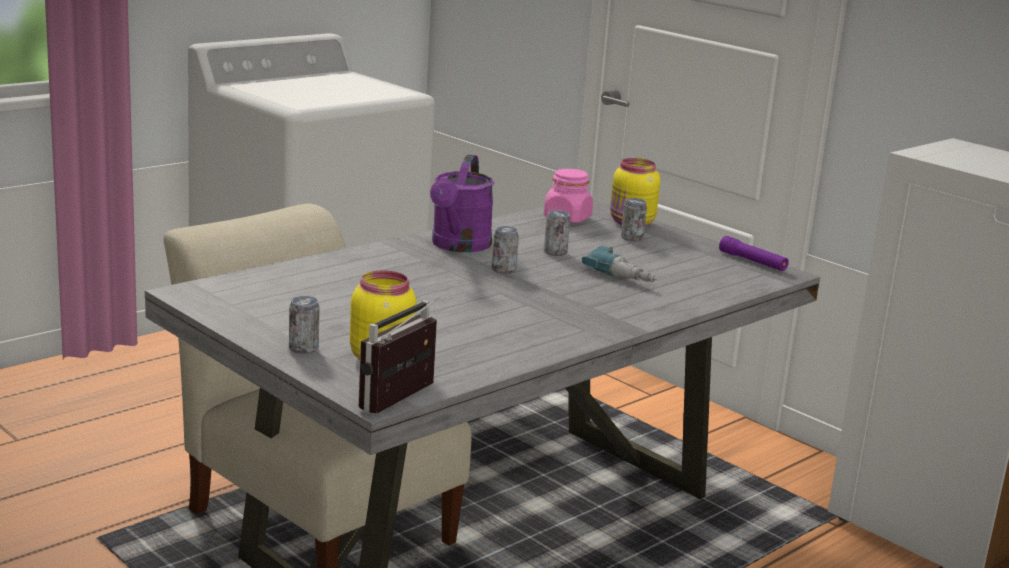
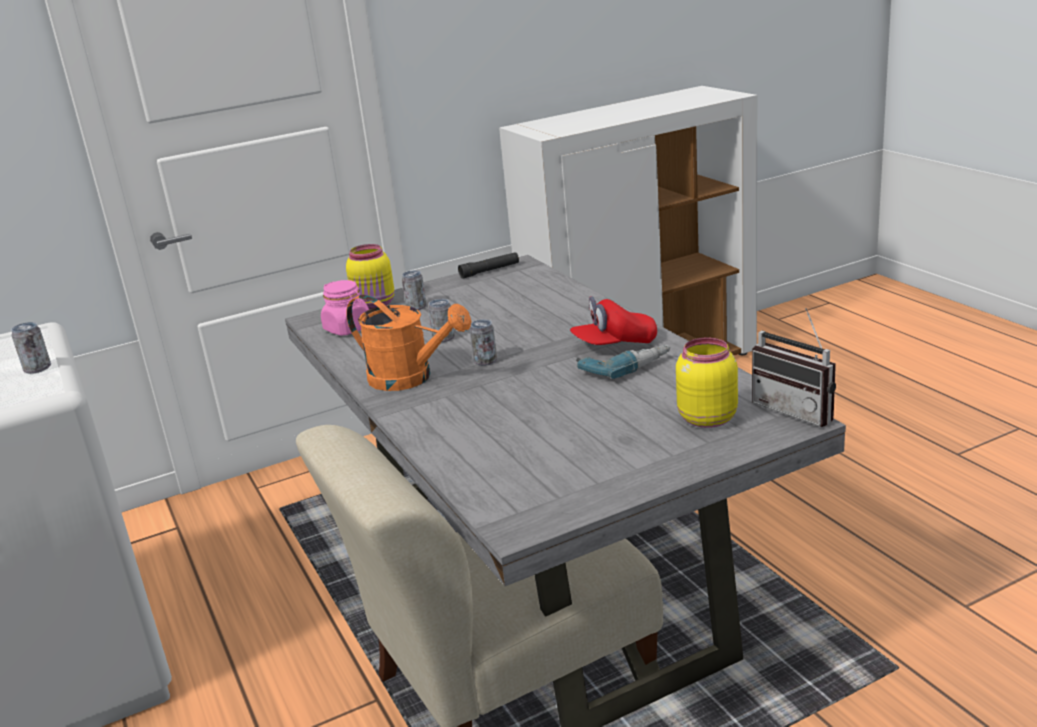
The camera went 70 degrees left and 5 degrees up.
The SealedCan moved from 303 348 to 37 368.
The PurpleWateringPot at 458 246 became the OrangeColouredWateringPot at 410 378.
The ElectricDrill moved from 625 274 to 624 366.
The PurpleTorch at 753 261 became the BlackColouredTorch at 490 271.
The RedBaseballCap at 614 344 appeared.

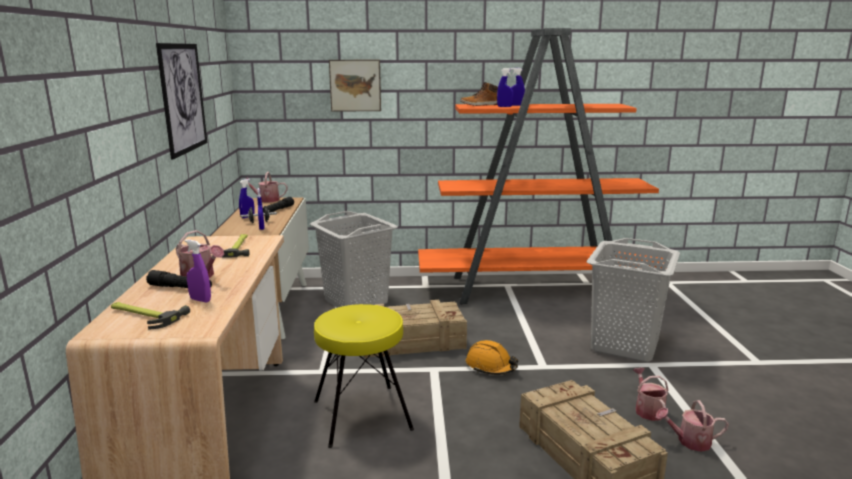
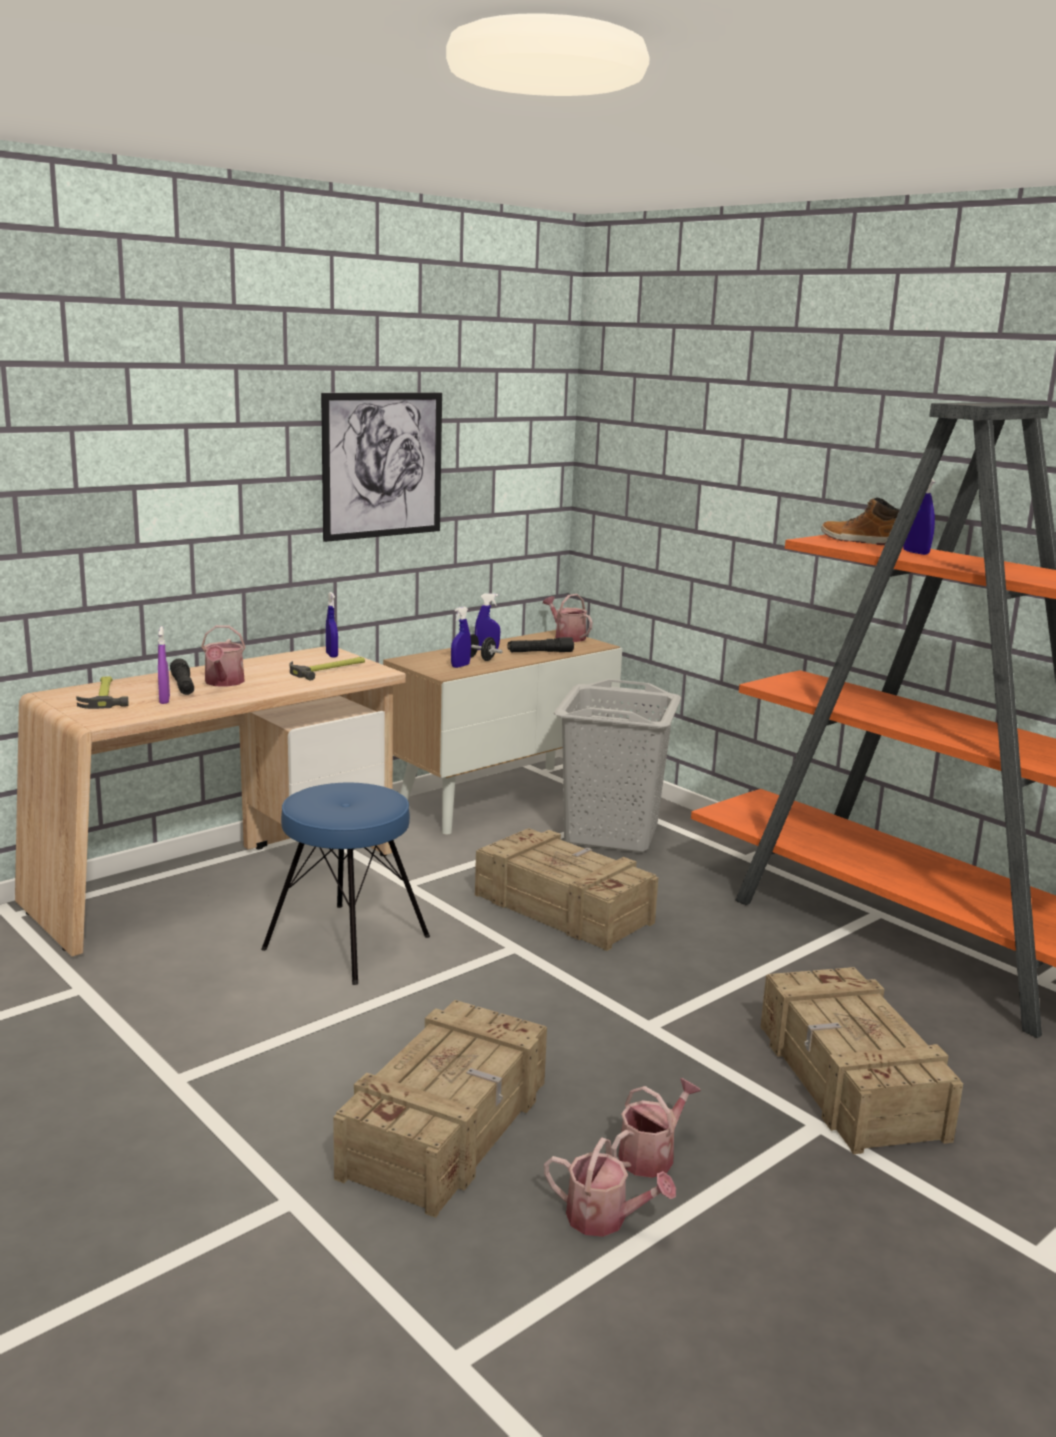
The camera went 50 degrees right and 0 degrees up.
The YellowColouredStoolSeat at 363 415 became the BlueColouredStoolSeat at 347 943.
The Picture at 355 85 disappeared.
The OrangeColouredWorkHelmet at 491 366 disappeared.
The BlueColouredSprayer moved from 504 106 to 332 655.
The GreyishHamper at 625 345 was replaced by the ShippingCrate at 848 1082.
The WateringPot at 689 441 turned 150 degrees clockwise.

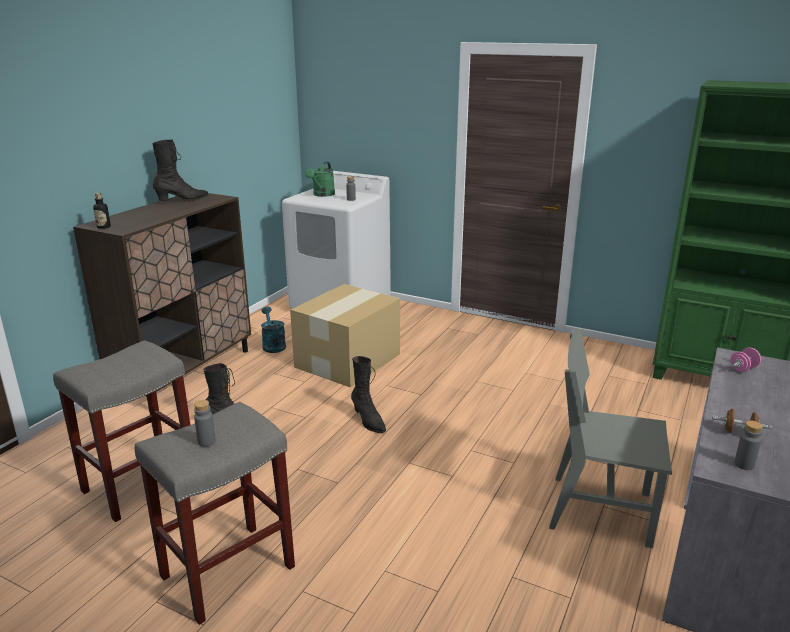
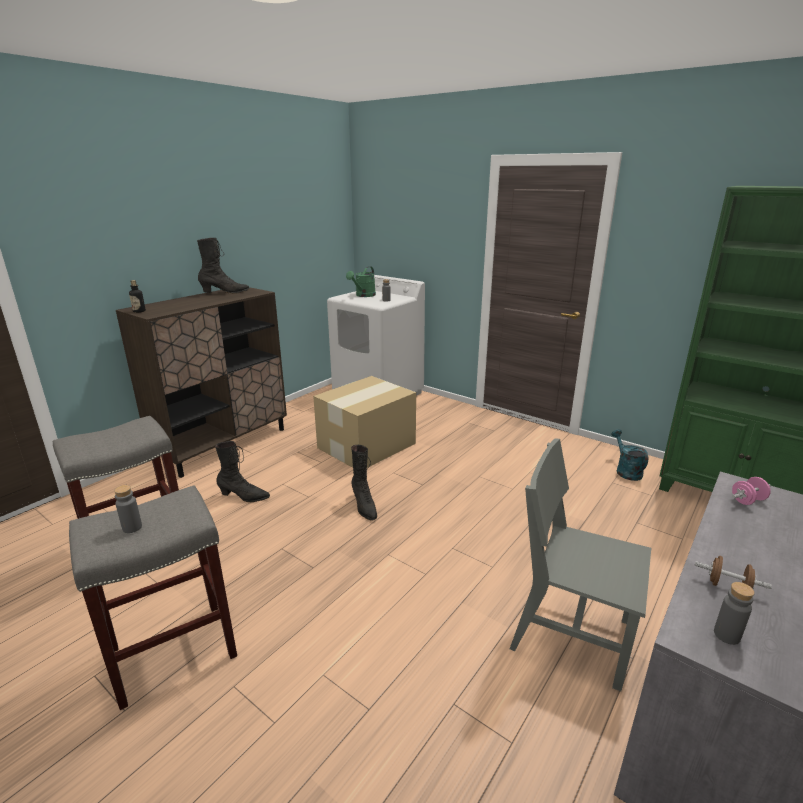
The camera went 10 degrees right and 0 degrees up.
The TurquoiseColouredWateringPot moved from 273 345 to 626 471.

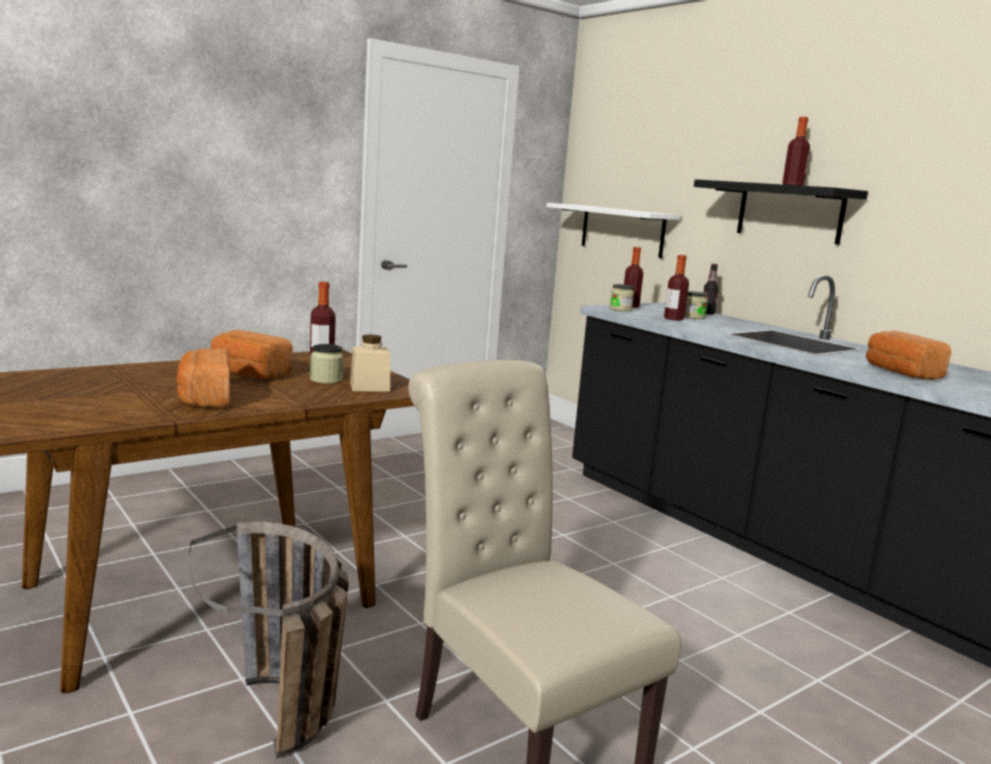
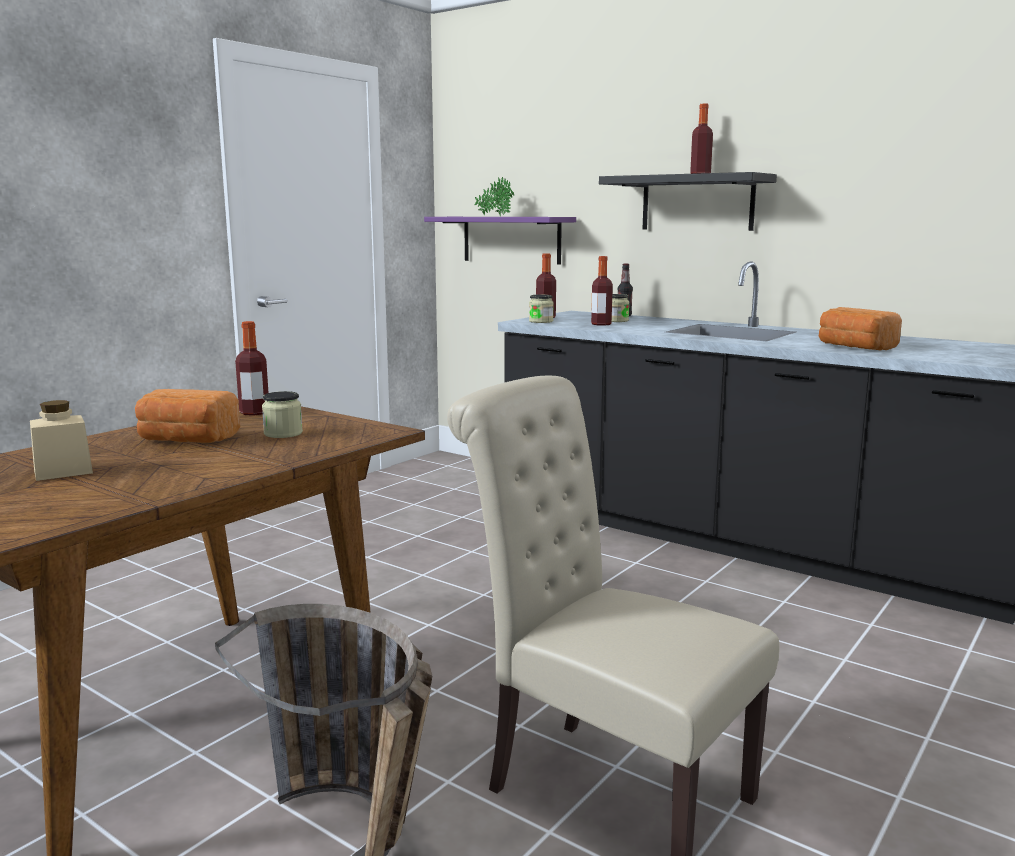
The camera went 15 degrees left and 0 degrees up.
The BakedBread at 204 398 disappeared.
The BeigeColouredJar moved from 369 387 to 63 472.
The WhitishWallShelf at 622 230 became the PurpleWallShelf at 511 239.
The Houseplant at 494 216 appeared.

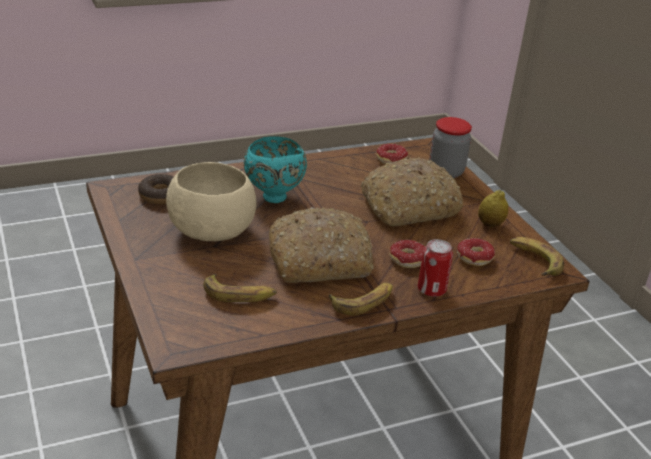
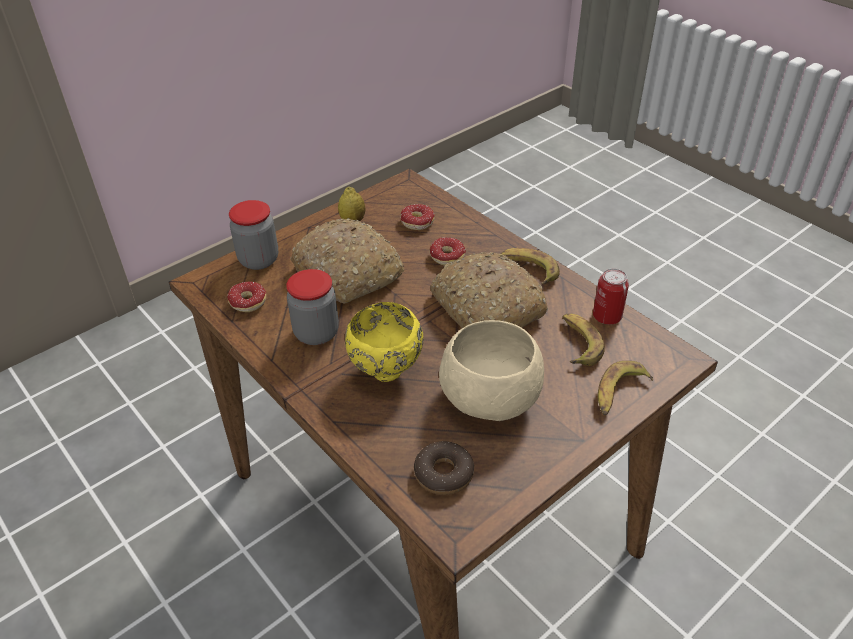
The camera went 105 degrees left and 10 degrees up.
The TurquoiseColouredServingBowl at 273 196 became the YellowColouredServingBowl at 385 373.
The SealedCan moved from 431 290 to 607 317.
The WholeBanana moved from 534 260 to 619 393.
The Jar at 316 333 appeared.

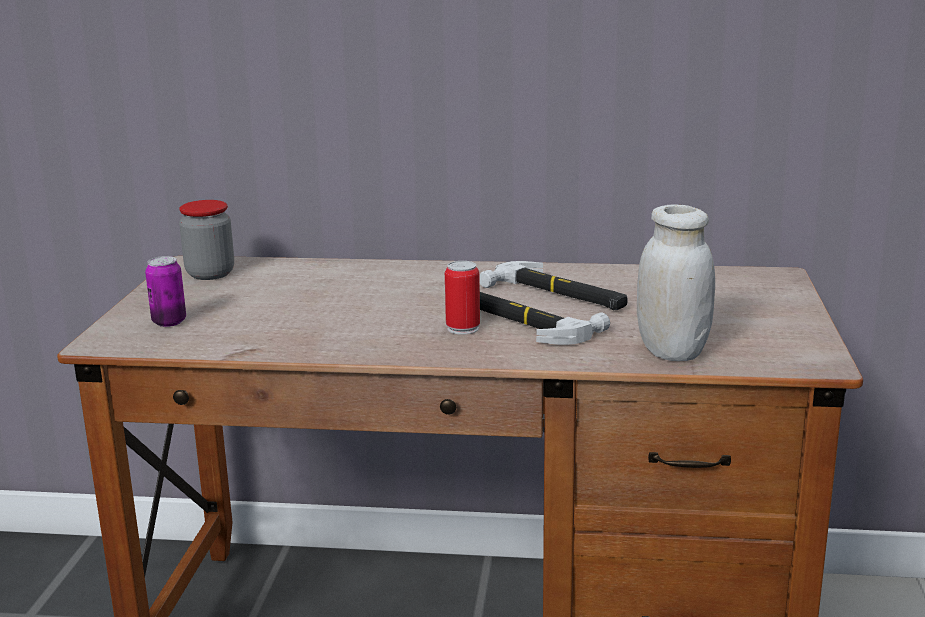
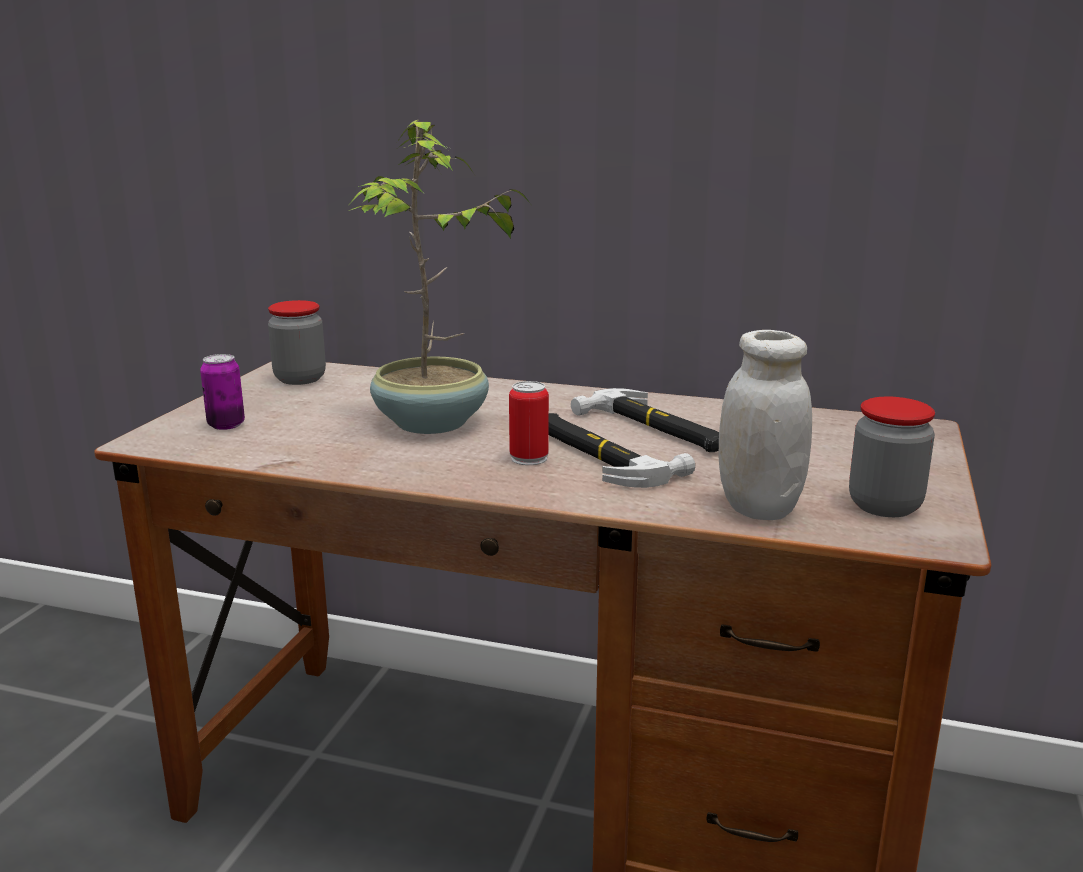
The camera went 10 degrees right and 0 degrees up.
The Houseplant at 432 424 appeared.
The Jar at 884 506 appeared.

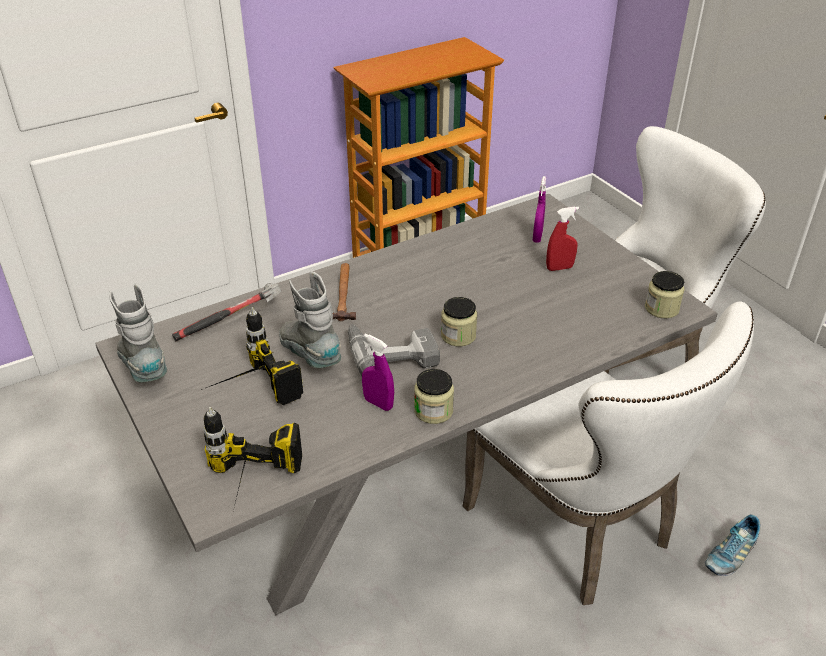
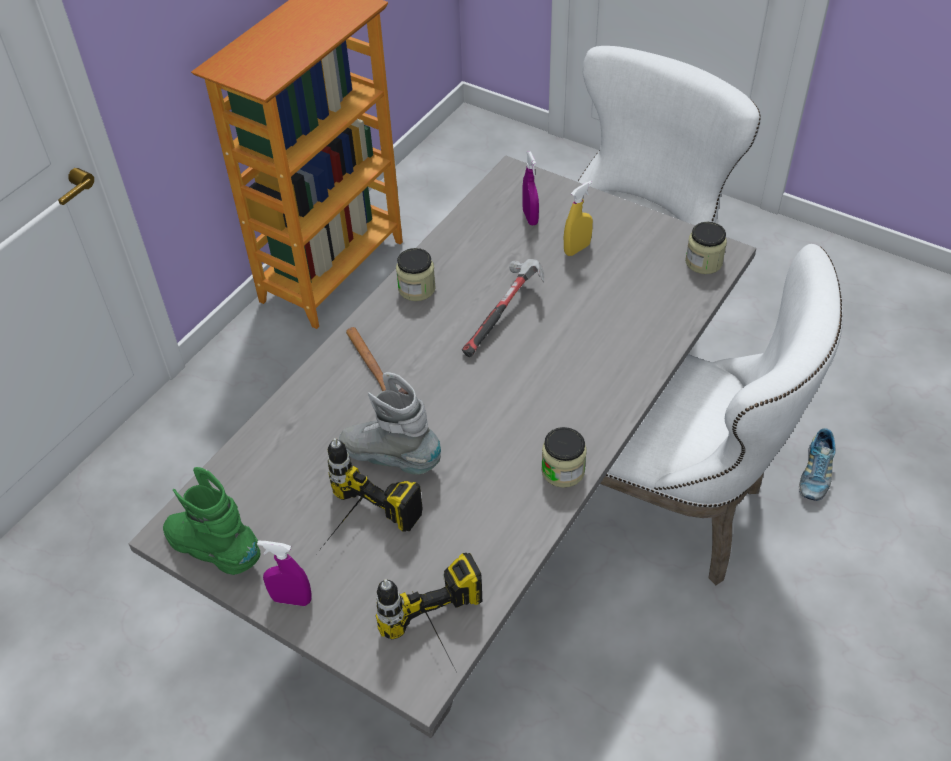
The camera went 25 degrees left and 10 degrees up.
The GreyishHighTopBoot at 145 368 became the GreenColouredHighTopBoot at 215 550.
The Hammer moved from 234 321 to 504 314.
The ElectricDrill at 391 353 disappeared.
The PurpleSprayer moved from 378 403 to 291 599.
The Jar moved from 458 336 to 416 288.
The RedSprayer at 559 268 became the YellowColouredSprayer at 577 249.

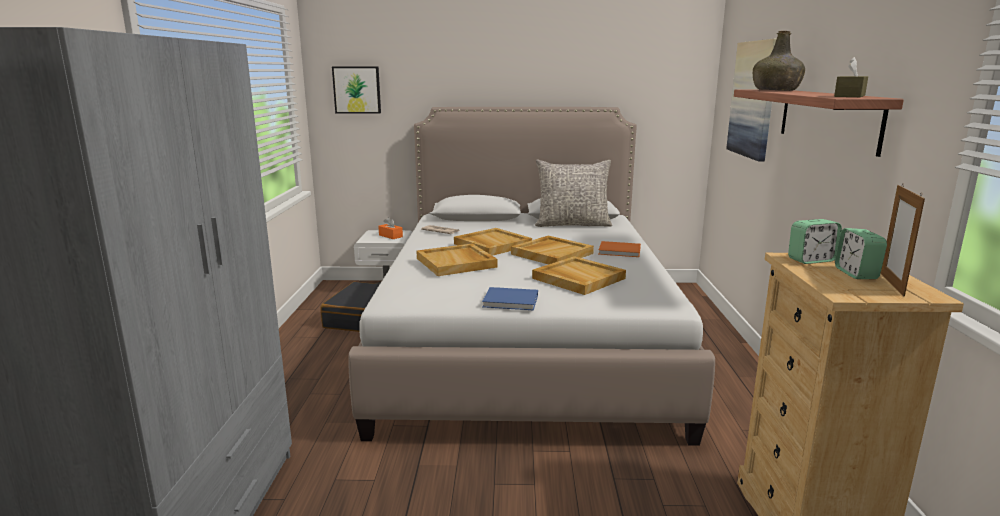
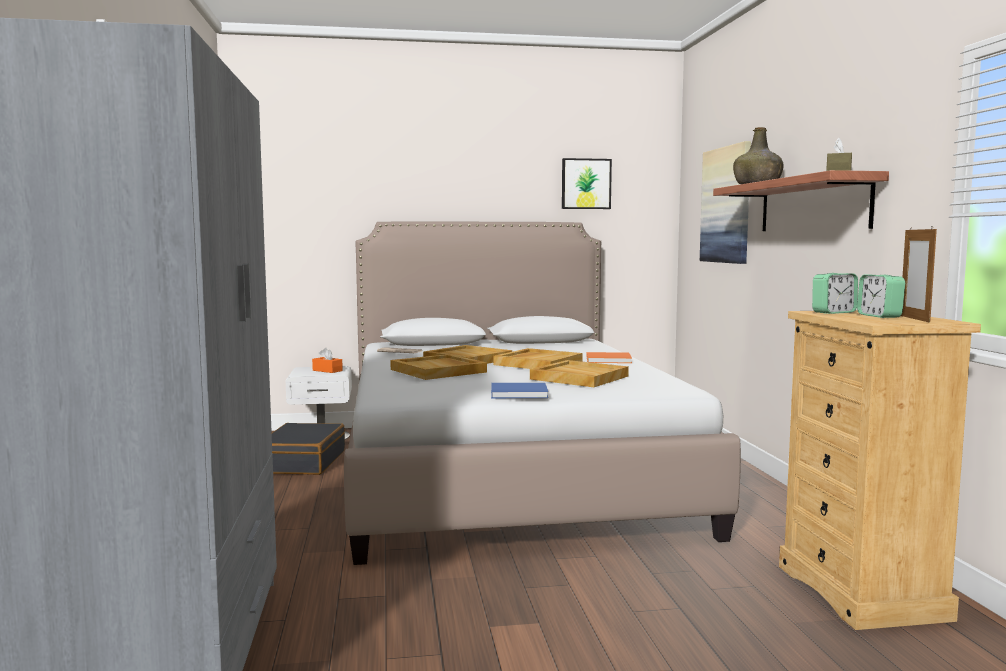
The camera went 10 degrees left and 10 degrees down.
The Picture moved from 357 90 to 586 184.
The GreyishCushion at 572 224 disappeared.

